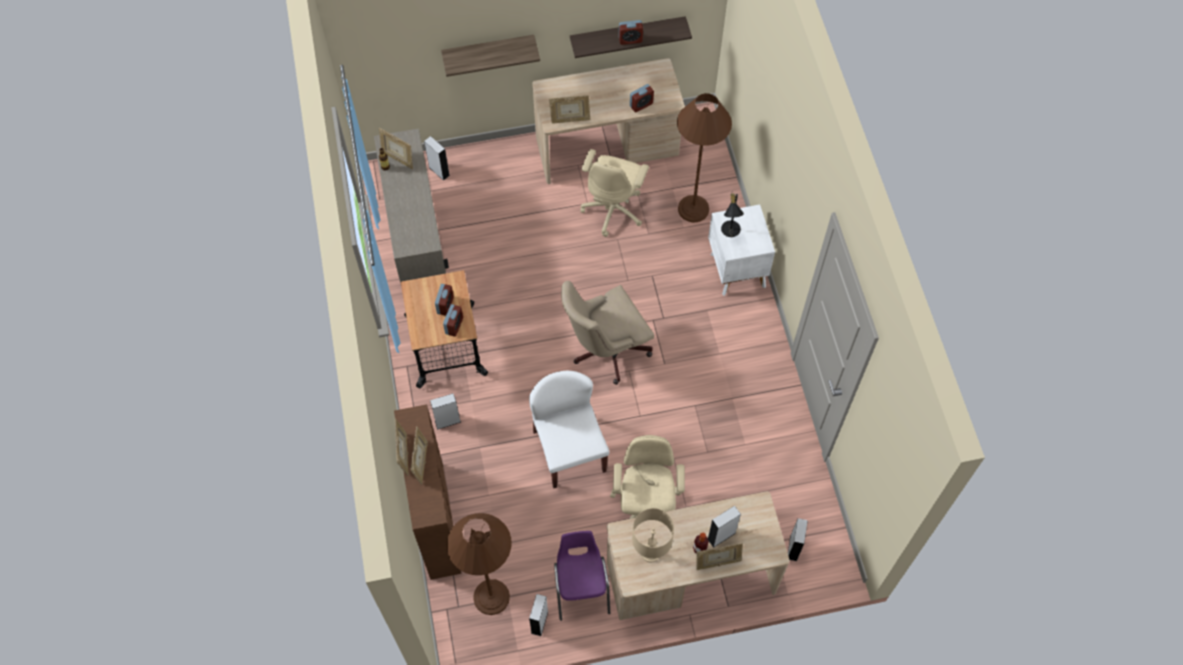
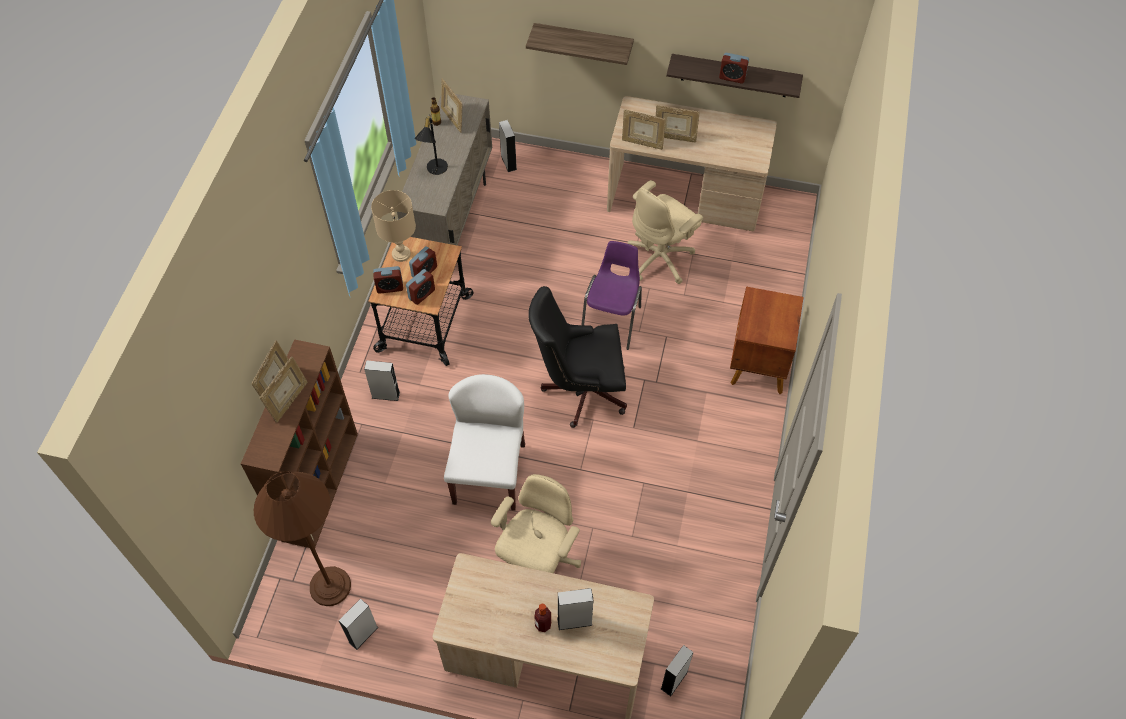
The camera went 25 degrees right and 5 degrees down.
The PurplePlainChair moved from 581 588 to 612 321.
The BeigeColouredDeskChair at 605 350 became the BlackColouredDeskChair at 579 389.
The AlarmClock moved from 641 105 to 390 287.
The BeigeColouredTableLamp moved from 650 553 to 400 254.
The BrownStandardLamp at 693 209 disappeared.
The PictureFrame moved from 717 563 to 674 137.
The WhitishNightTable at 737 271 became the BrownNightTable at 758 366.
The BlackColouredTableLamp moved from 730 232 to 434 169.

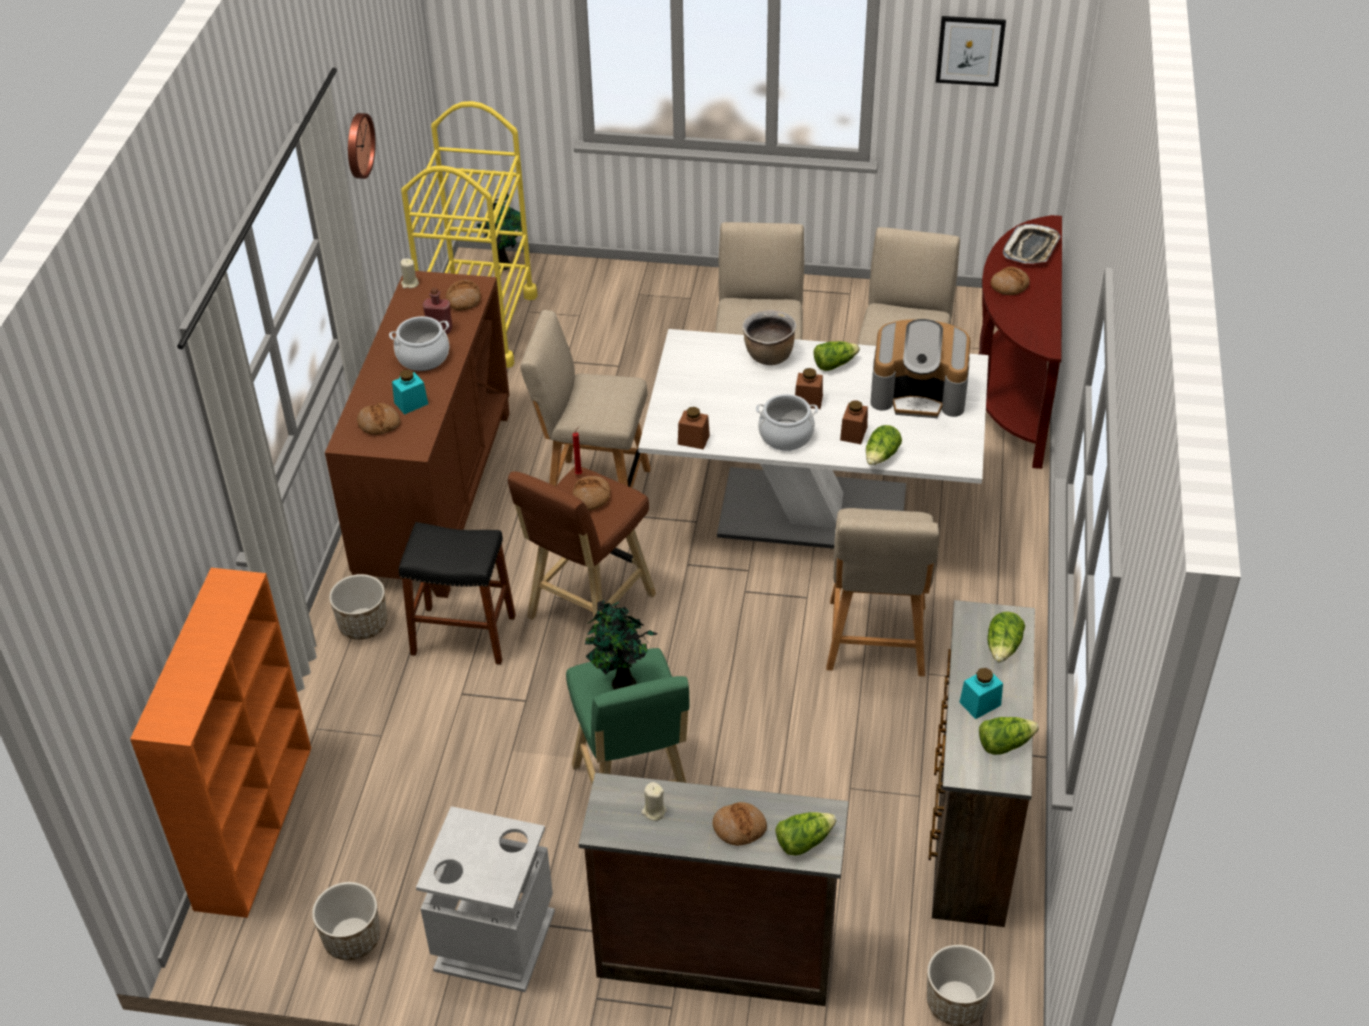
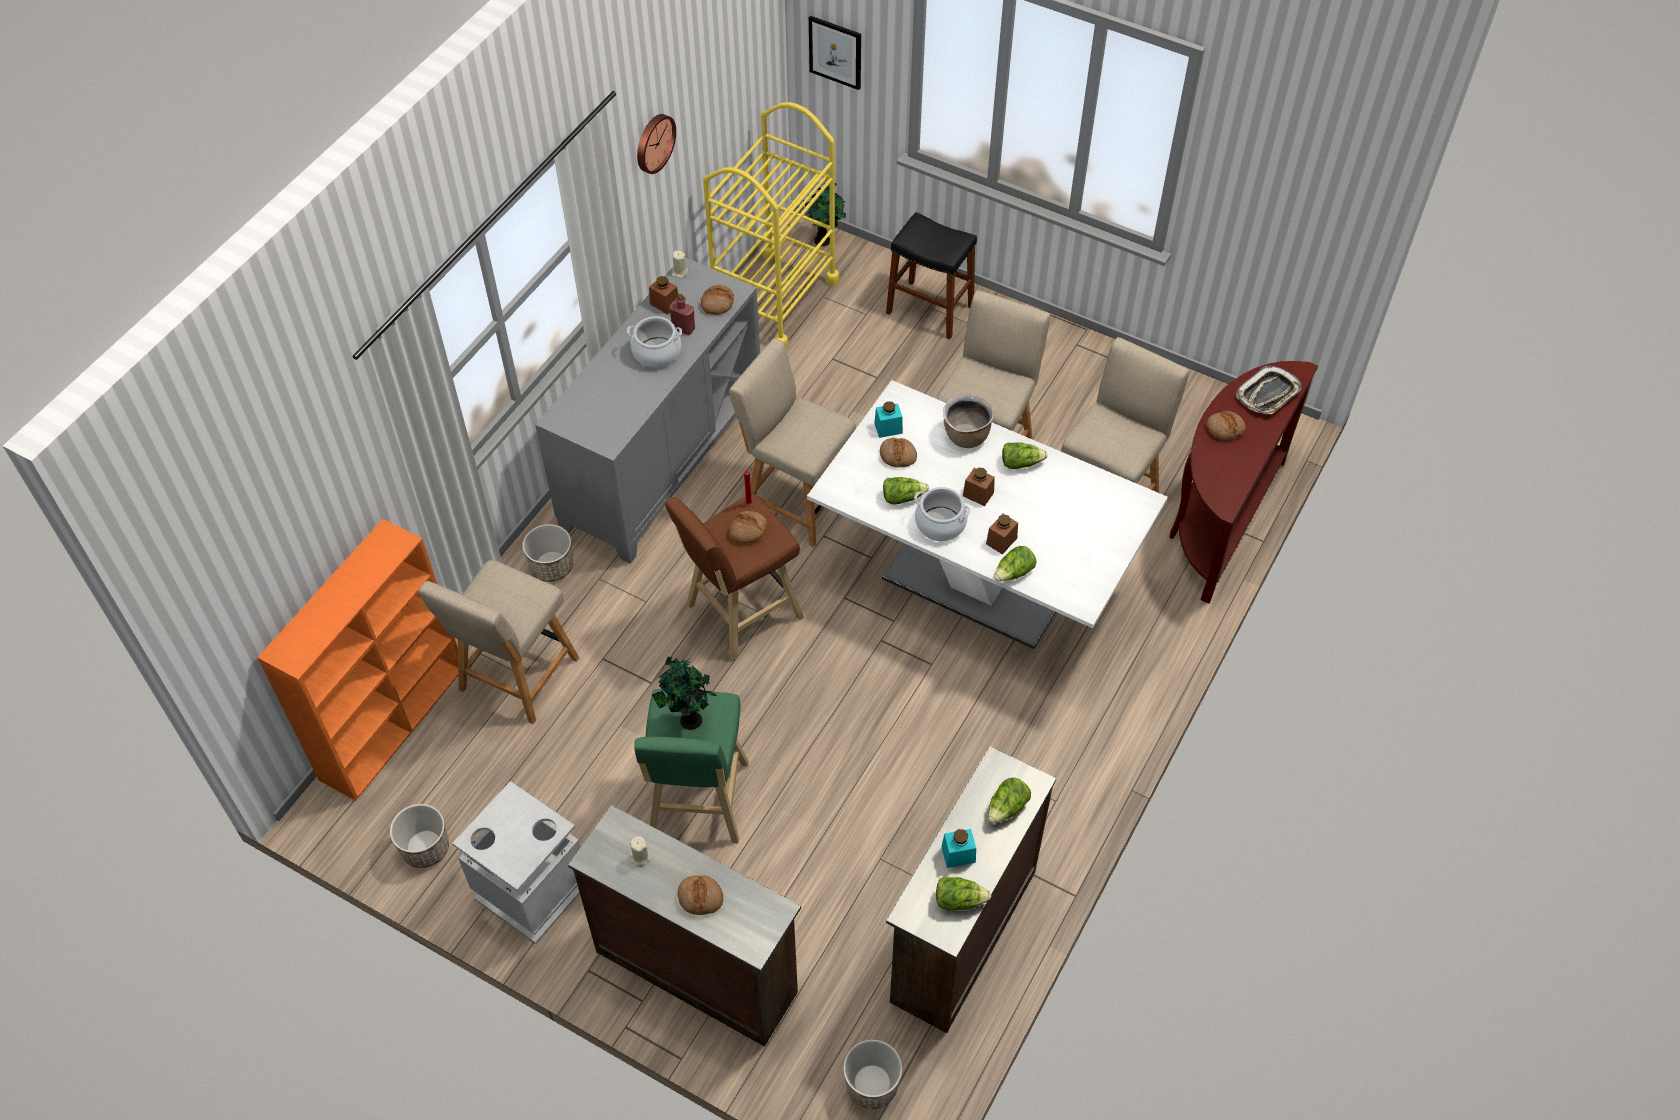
The camera went 20 degrees right and 10 degrees up.
The BrownCabinet at 434 496 became the GreyishCabinet at 662 461.
The BakedBread moved from 379 424 to 898 456.
The TurquoiseColouredJar moved from 411 403 to 888 428.
The BlackColouredStoolSeat moved from 463 635 to 930 309.
The BrownJar moved from 693 440 to 664 304.
The LettuceHead moved from 803 841 to 902 497.
The BeigeColouredPlainChair moved from 876 642 to 516 678.
The CoffeeMaker at 919 393 disappeared.
The Picture moved from 970 50 to 835 52.

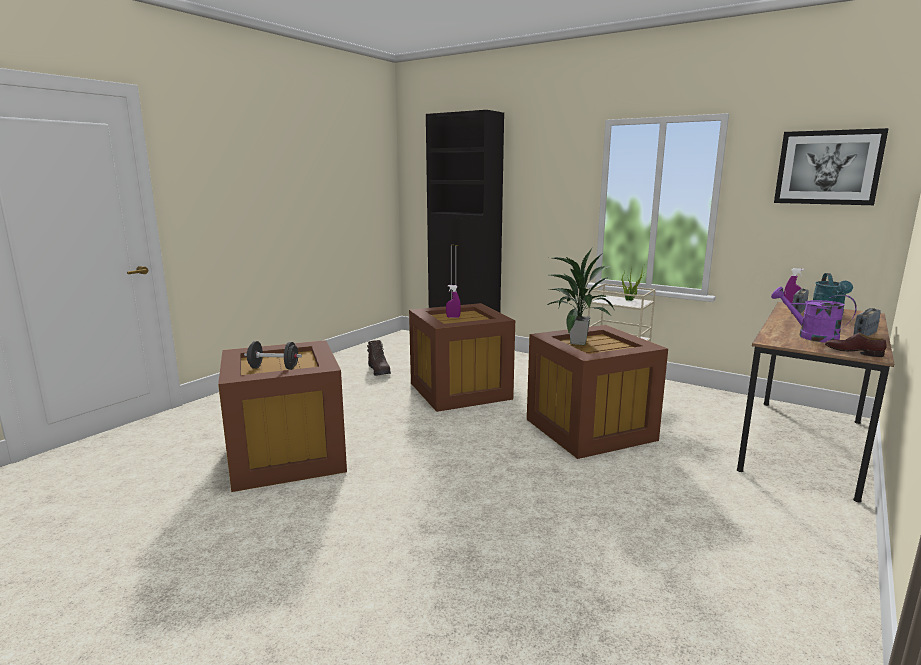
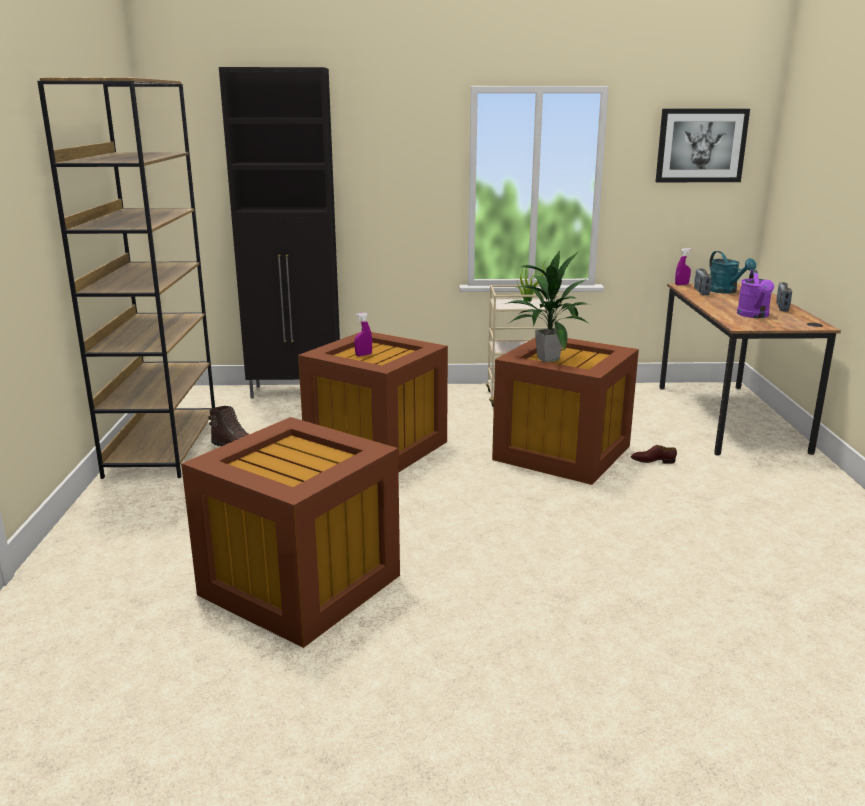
The camera went 35 degrees left and 5 degrees up.
The BlackColouredDumbbell at 274 368 disappeared.
The PurpleWateringPot at 810 336 turned 90 degrees counterclockwise.
The BrownItemOfFootwear moved from 853 352 to 653 461.
The BrownShelvingUnit at 162 446 appeared.

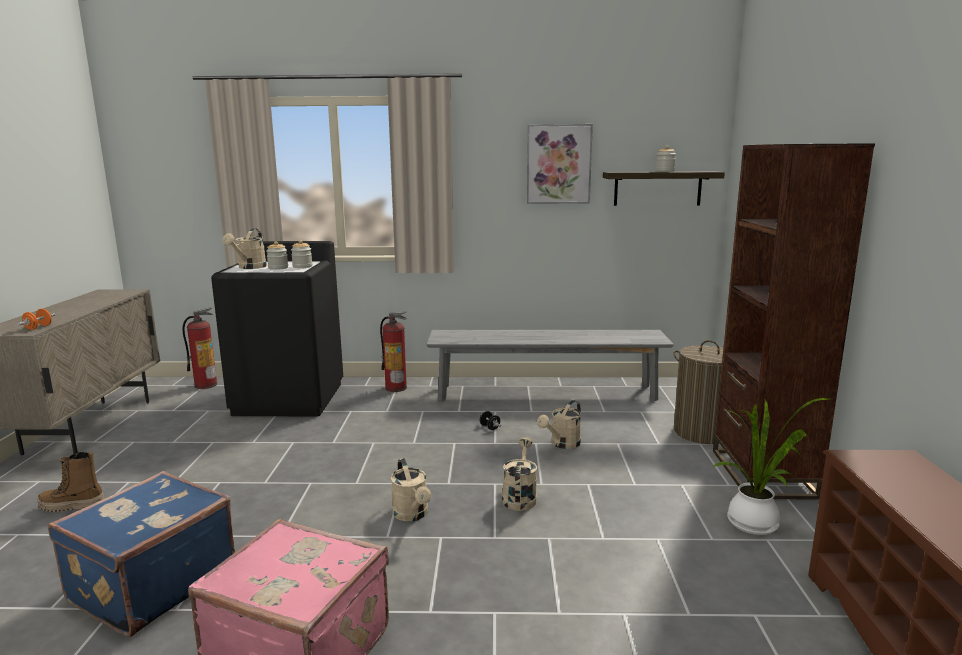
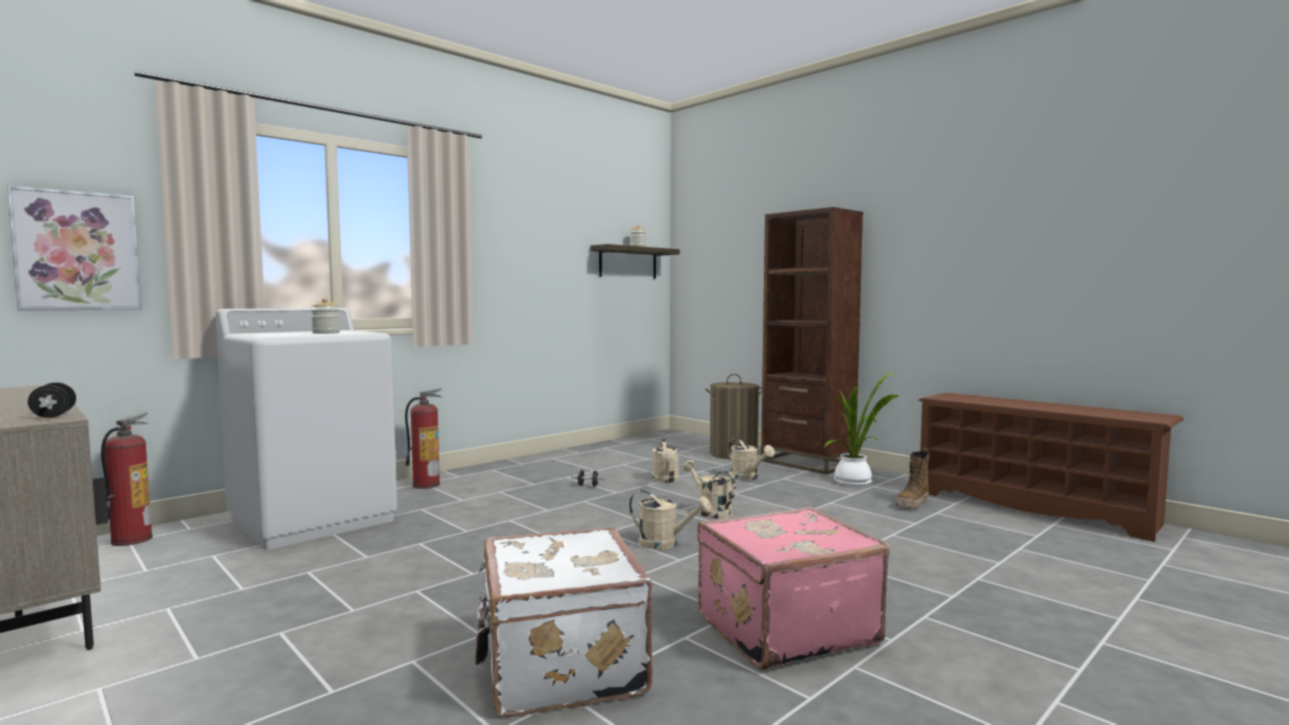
The camera went 45 degrees left and 10 degrees down.
The OrangeColouredDumbbell at 38 327 became the BlackColouredDumbbell at 53 415.
The HighTopBoot moved from 72 507 to 913 504.
The BlueColouredPieceOfLuggage at 151 584 became the WhitishPieceOfLuggage at 559 666.
The BlackColouredWashingMachine at 290 399 became the WhitishWashingMachine at 314 519.
The BeigeColouredWateringPot moved from 249 267 to 748 478.
The Jar at 302 266 disappeared.
The GreyishBench at 546 393 disappeared.
The Picture moved from 558 164 to 77 251.

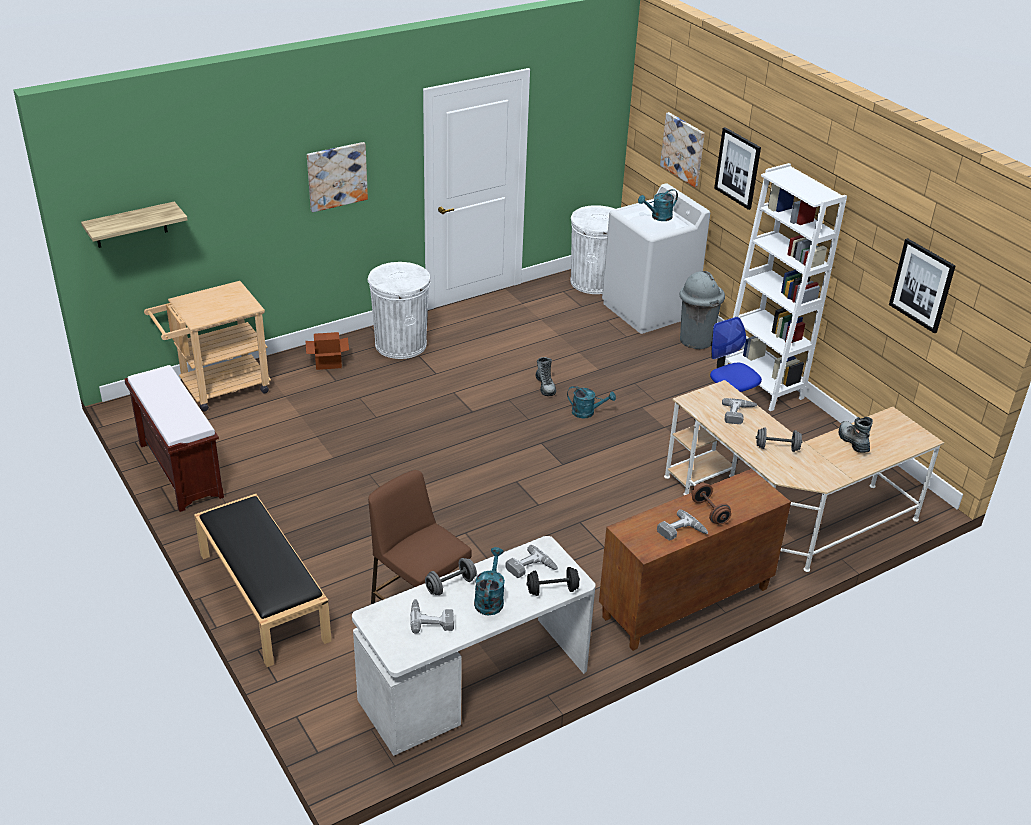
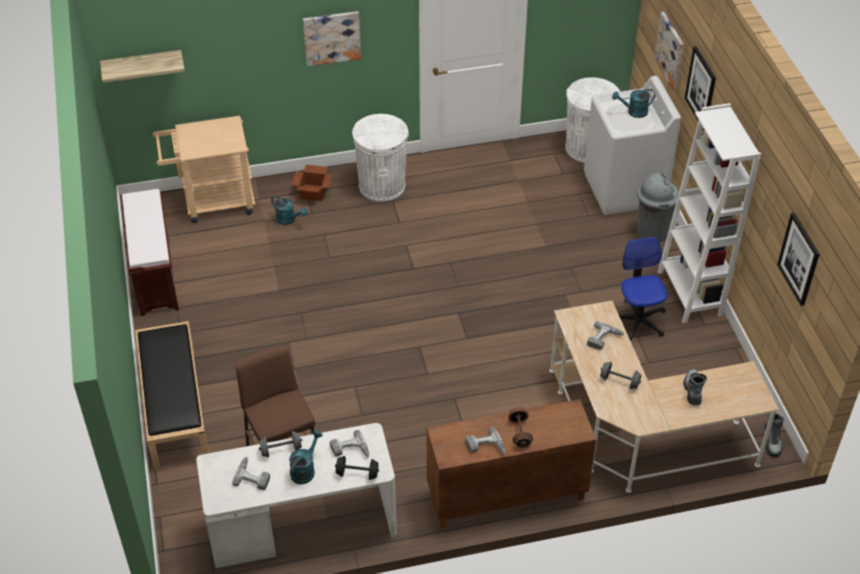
The camera went 20 degrees right and 10 degrees up.
The HighTopBoot moved from 545 386 to 772 441.
The TurquoiseColouredWateringPot moved from 587 412 to 289 220.

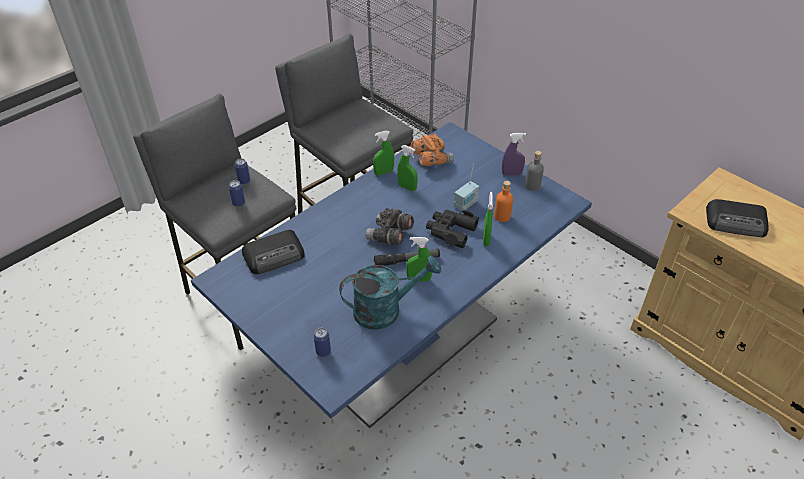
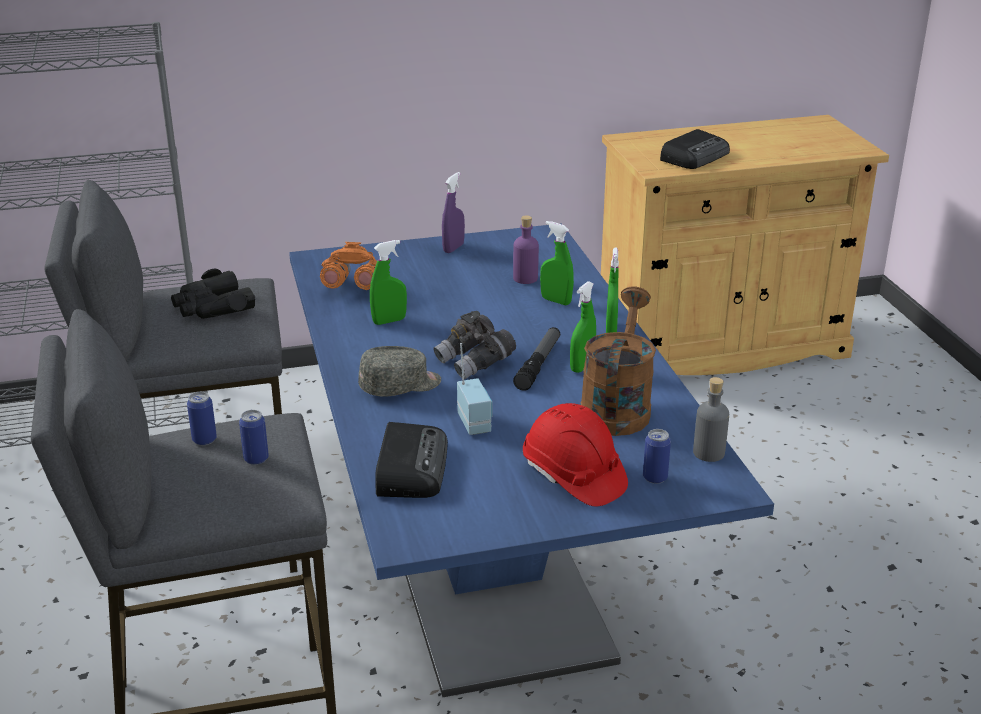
The camera went 60 degrees left and 15 degrees down.
The TurquoiseColouredWateringPot at 385 309 became the BrownWateringPot at 617 406.
The GreenColouredSprayer moved from 383 172 to 611 329.
The BlackColouredPairOfBinoculars moved from 450 231 to 212 307.
The Radio moved from 466 204 to 476 423.
The OrangeColouredBottle at 502 216 became the PurpleBottle at 525 278.
The GreyishBottle moved from 532 186 to 708 453.
The GreyishBaseballCap at 400 386 appeared.
The RedWorkHelmet at 573 477 appeared.

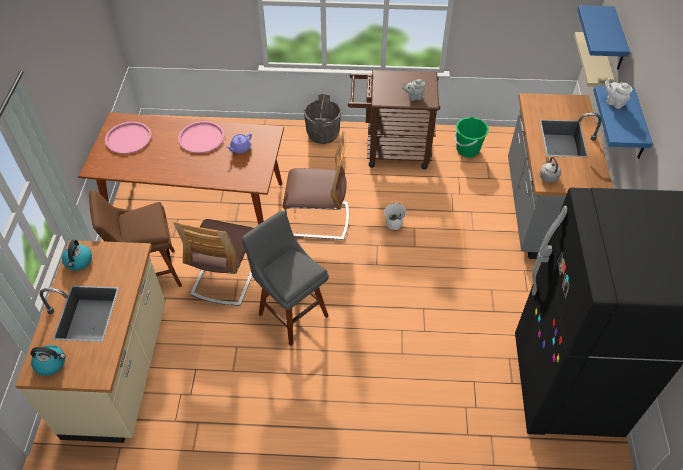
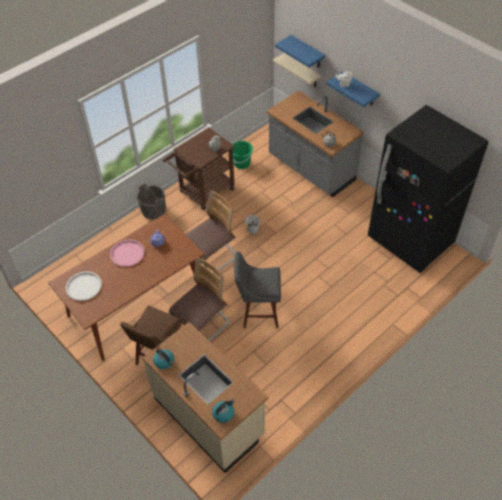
The camera went 45 degrees left and 0 degrees up.
The PinkTray at 128 138 became the WhitishTray at 84 286.
The PlainChair at 225 277 turned 105 degrees counterclockwise.

